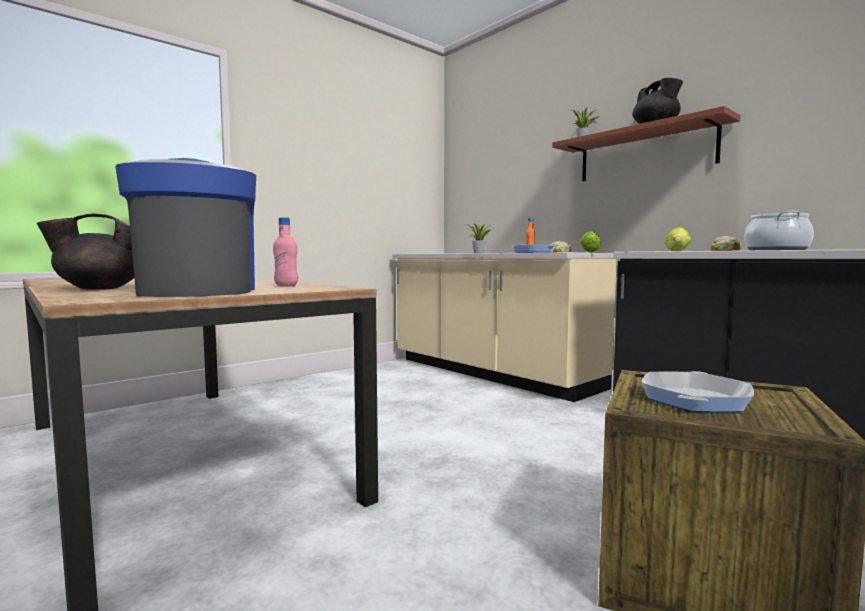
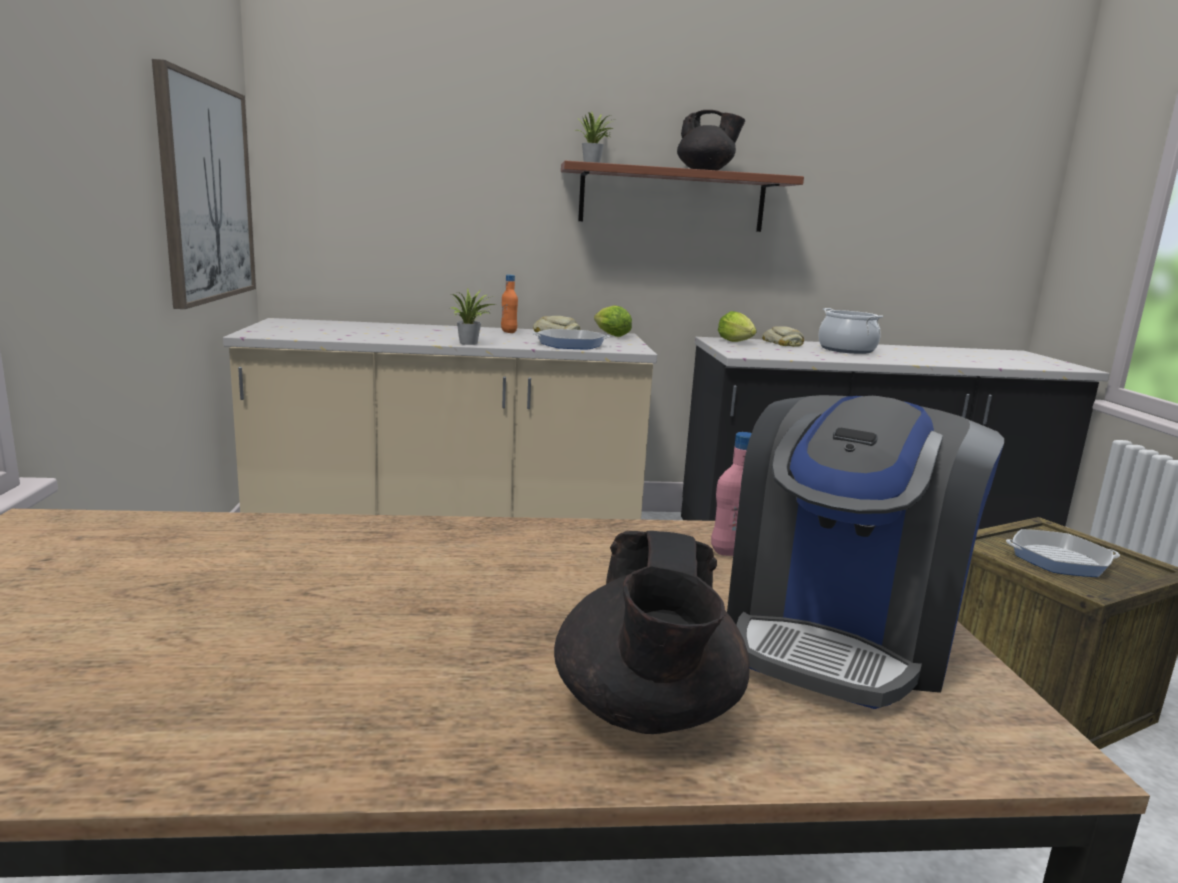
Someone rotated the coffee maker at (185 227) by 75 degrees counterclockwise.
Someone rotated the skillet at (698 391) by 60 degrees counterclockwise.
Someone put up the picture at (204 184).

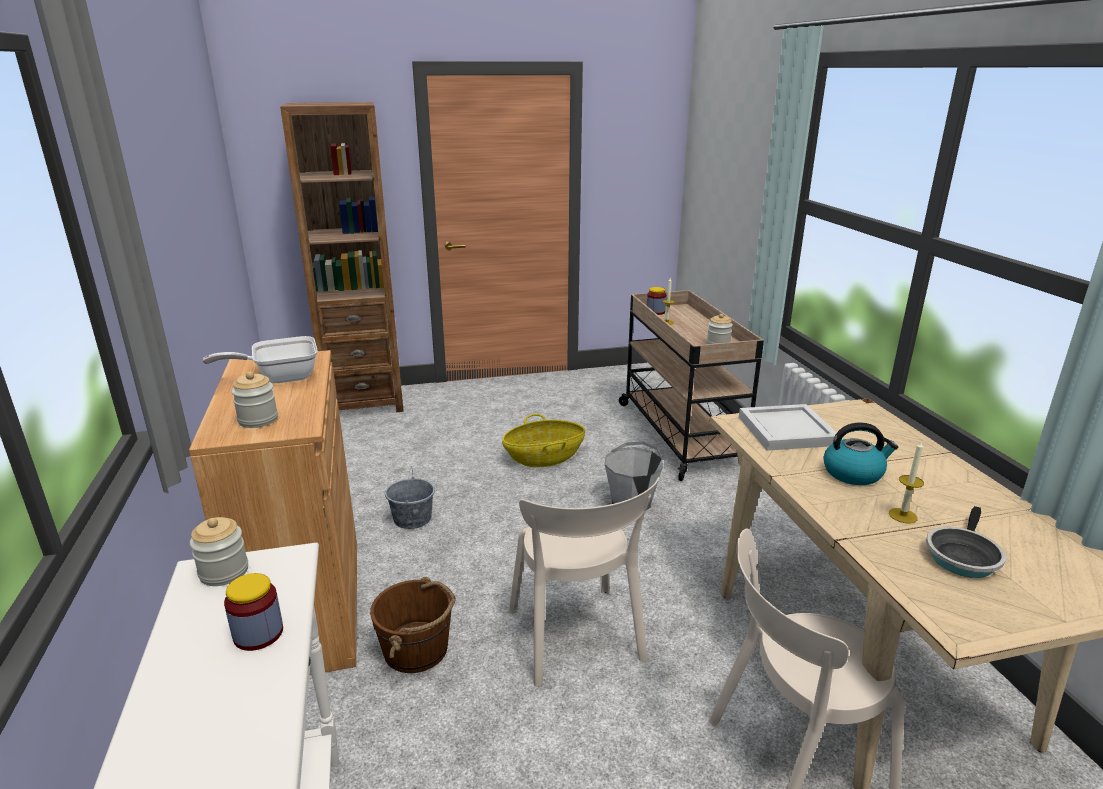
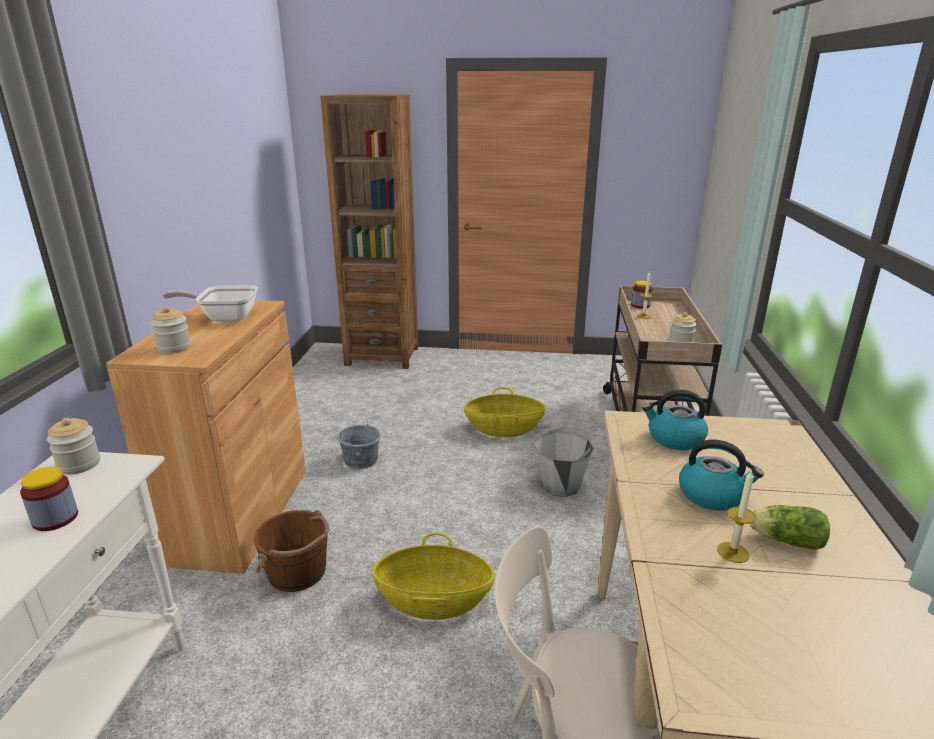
Someone swapped the tray (whitish) at (788 427) for the tea kettle at (675 420).
Someone swapped the plain chair (beige) at (584 582) for the household basket at (433 576).
Someone took away the skillet at (966 542).
Someone put down the lettuce at (790 527).

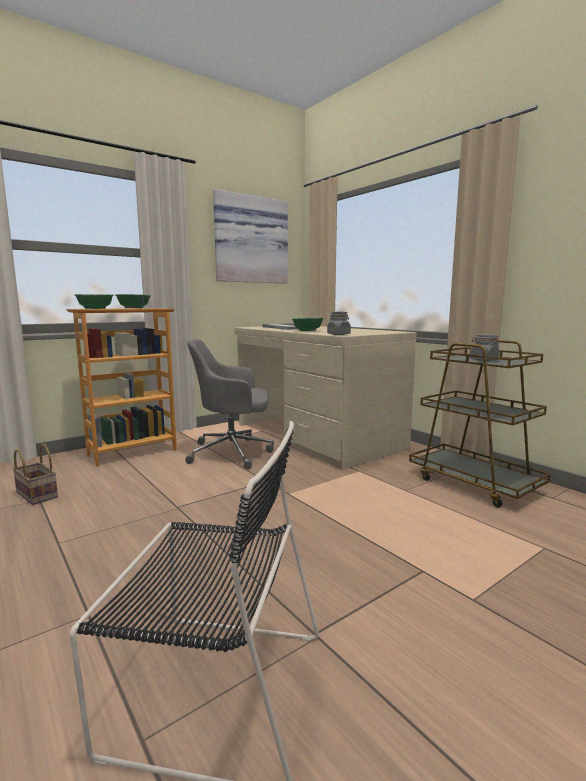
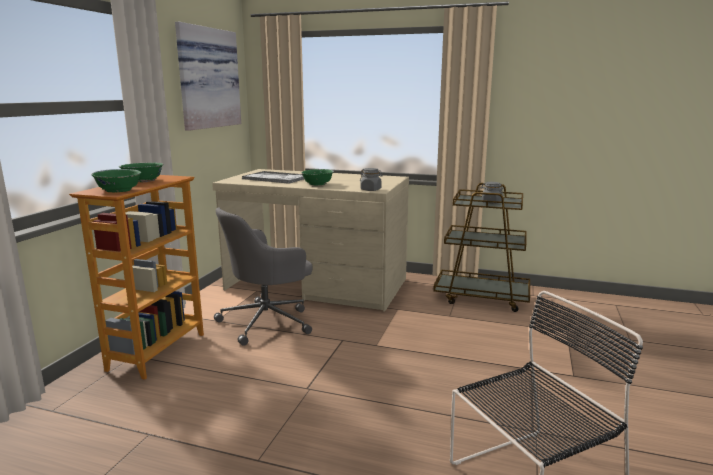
Someone took away the household basket at (35 474).

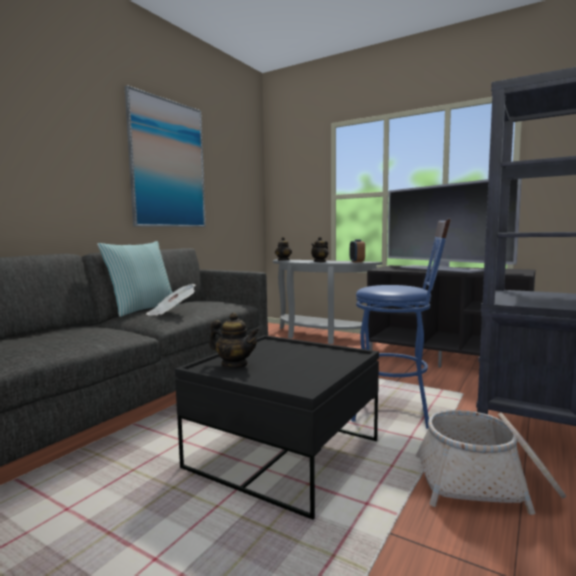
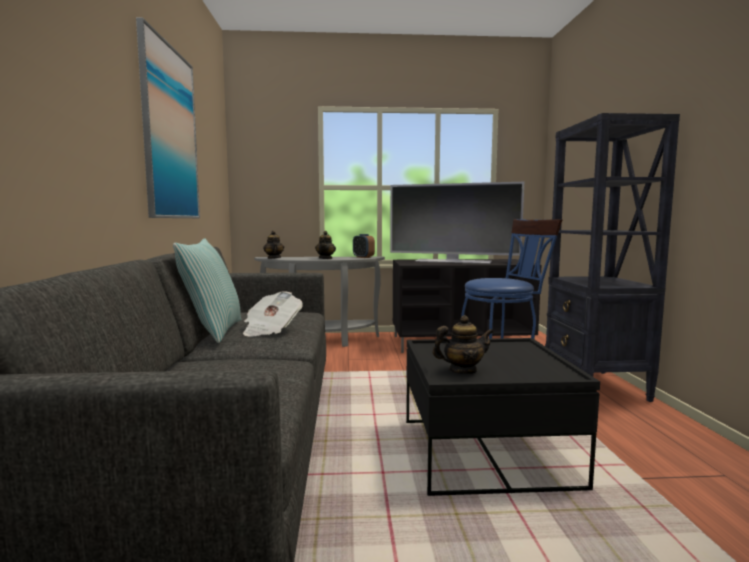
Someone took away the household basket at (491 462).

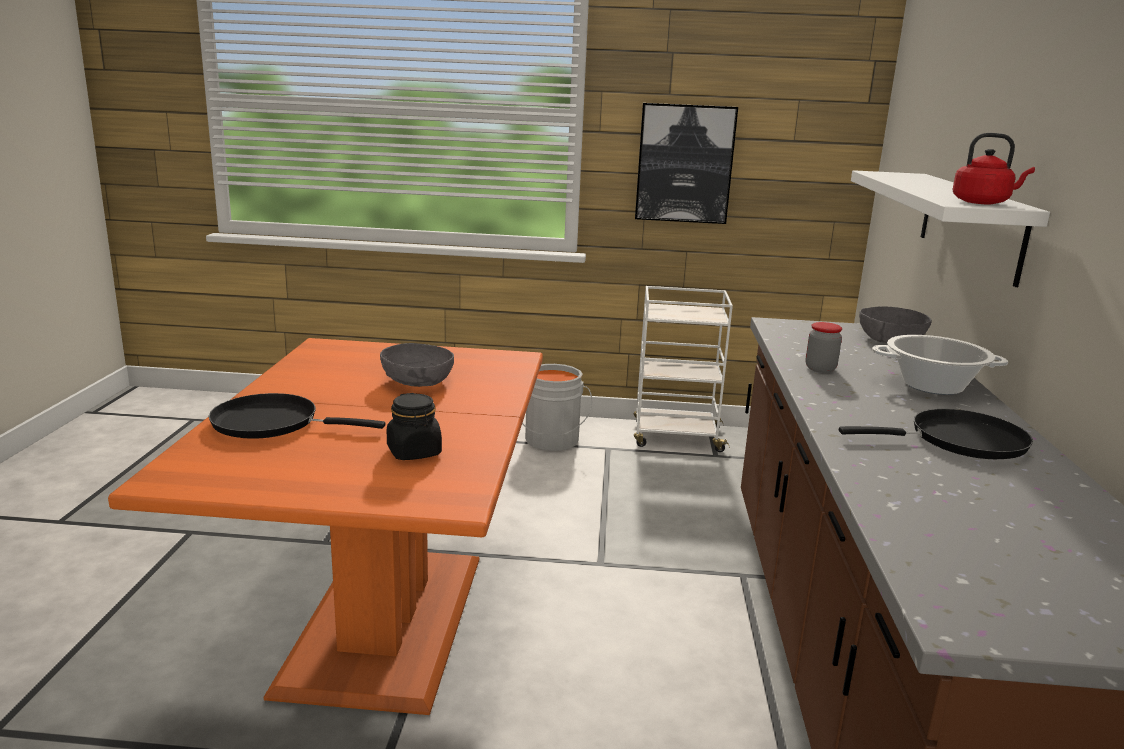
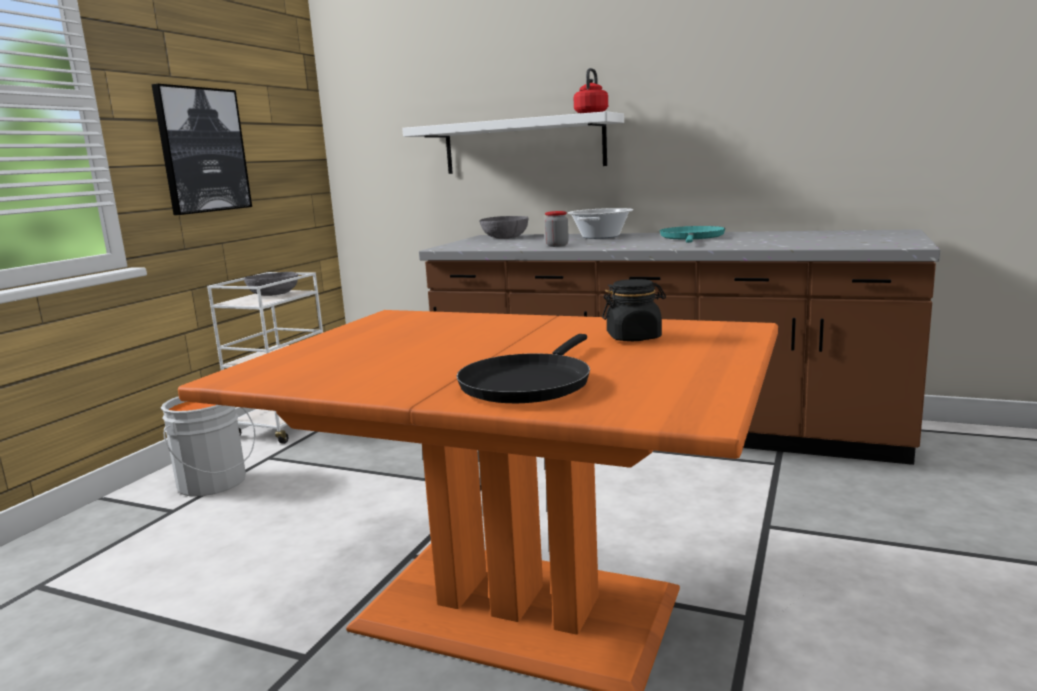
Someone carried the deep dish (greyish) from (417 365) to (271 284).
Someone repainted the skillet (blackish) at (936 434), which became the skillet (blue-green) at (693 234).

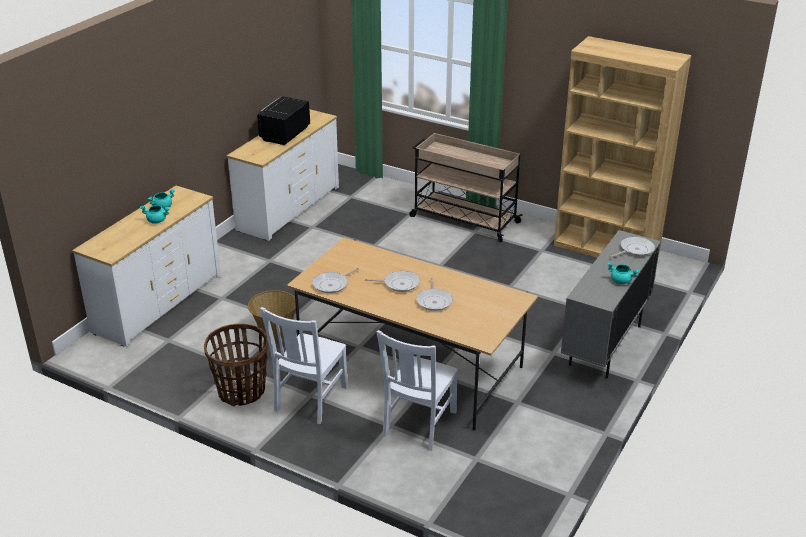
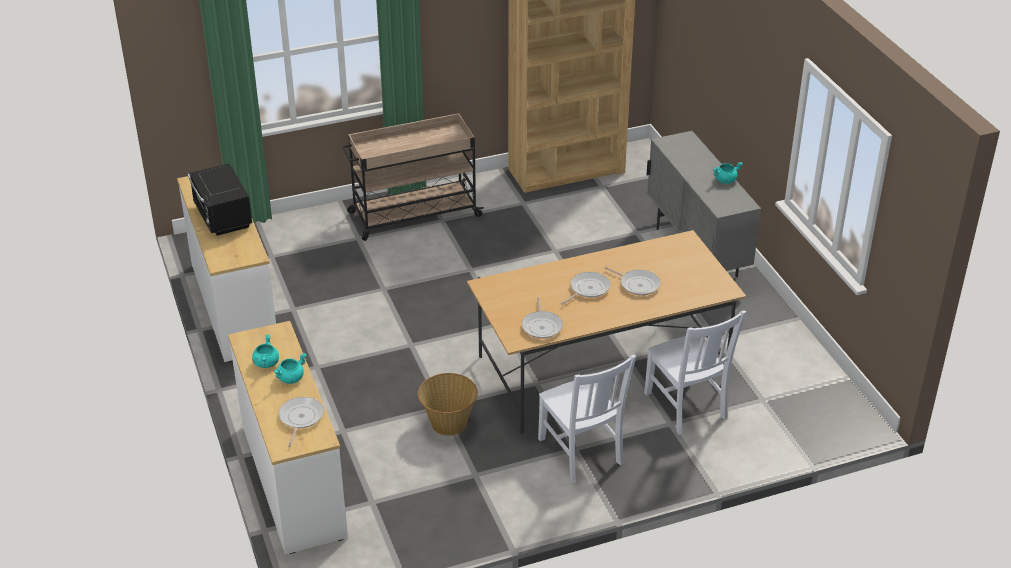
Someone carried the skillet from (632 247) to (301 422).
Someone took away the household basket at (236 365).

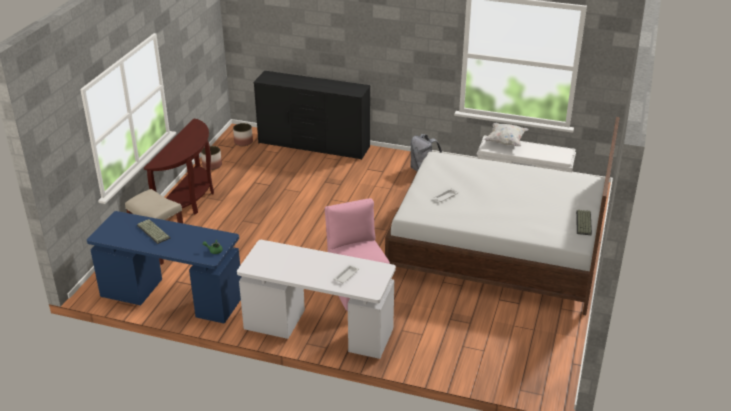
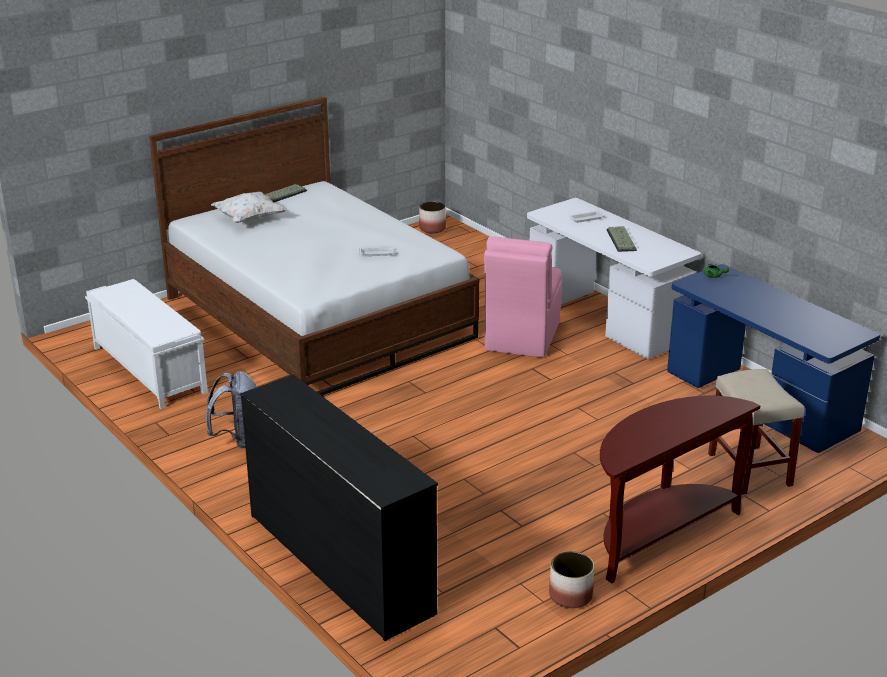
Someone carried the planter from (243 134) to (432 217).
Someone carried the pillow (whitish) from (506 134) to (249 207).
Someone carried the keyboard from (153 231) to (622 239).

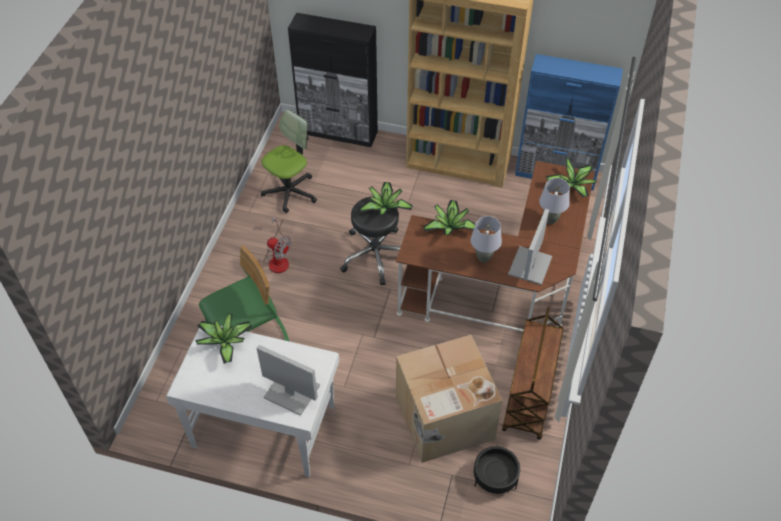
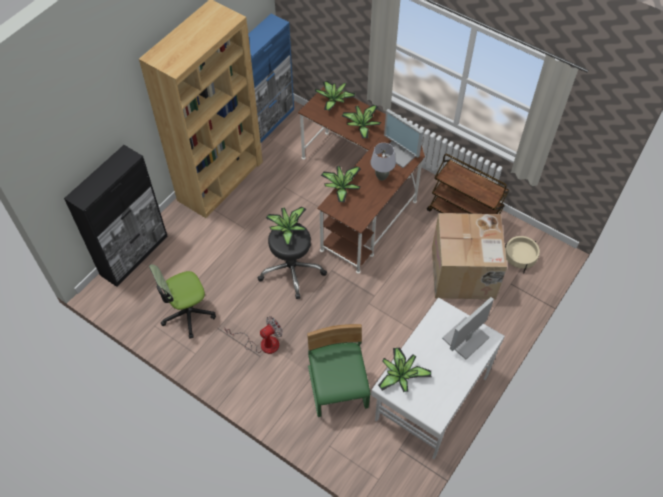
Someone rotated the office chair at (289 161) by 90 degrees counterclockwise.
Someone swapped the tabletop lamp (greyish) at (554 201) for the houseplant at (361 121).
Someone repainted the planter (blackish) at (497 469), which became the planter (beige) at (522 254).

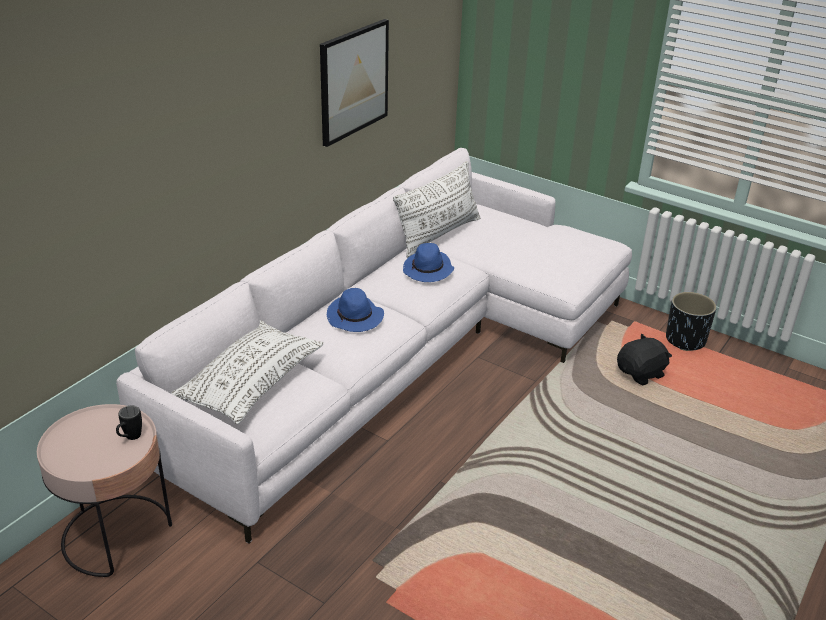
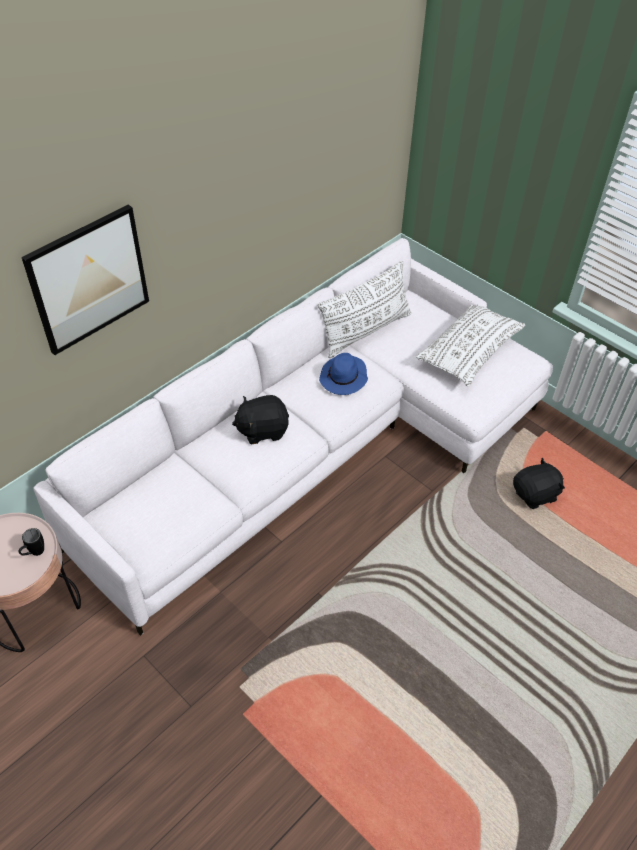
Someone carried the picture from (354 83) to (85 280).
Someone swapped the hat (blue) at (355 310) for the soft toy (blackish) at (260 419).
Someone took away the planter (blackish) at (691 321).
Someone carried the pillow (whitish) from (247 372) to (470 346).

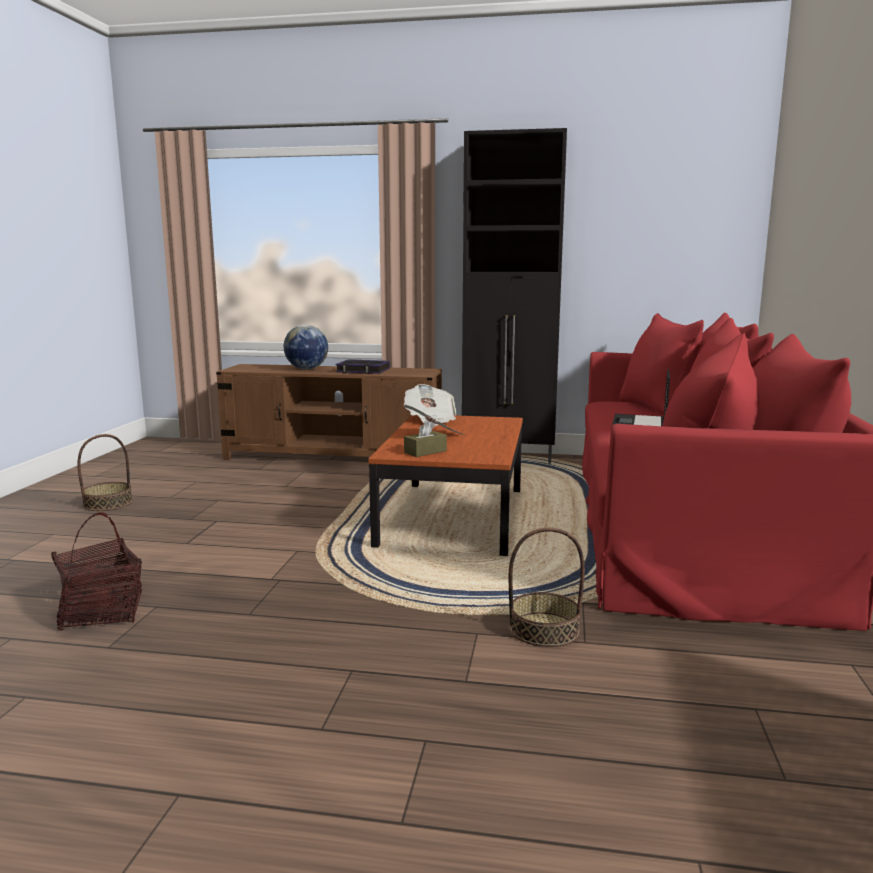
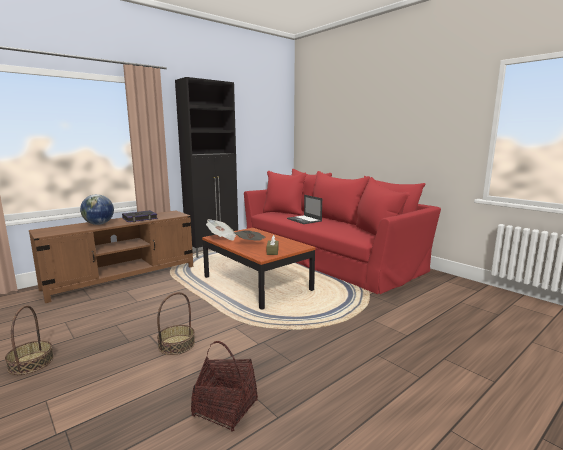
Someone carried the household basket from (547 587) to (176 323).

